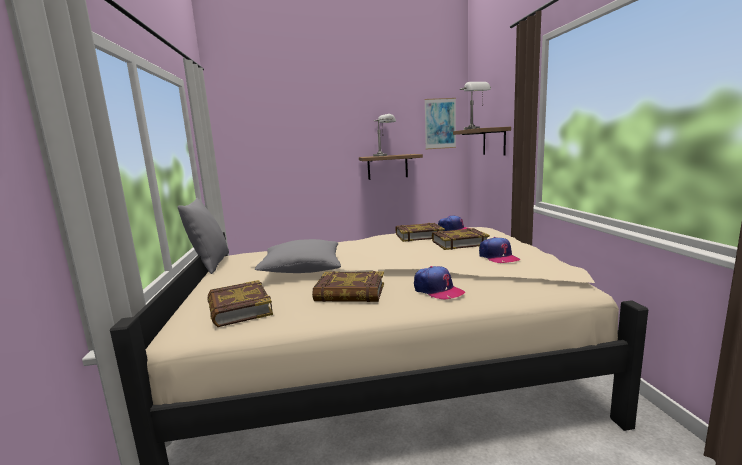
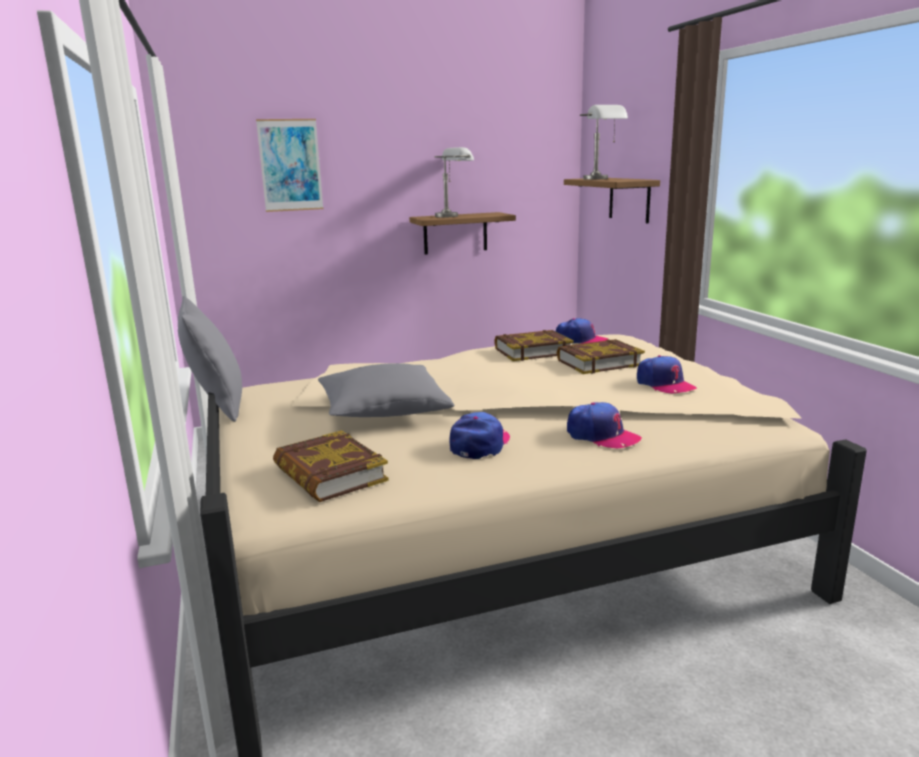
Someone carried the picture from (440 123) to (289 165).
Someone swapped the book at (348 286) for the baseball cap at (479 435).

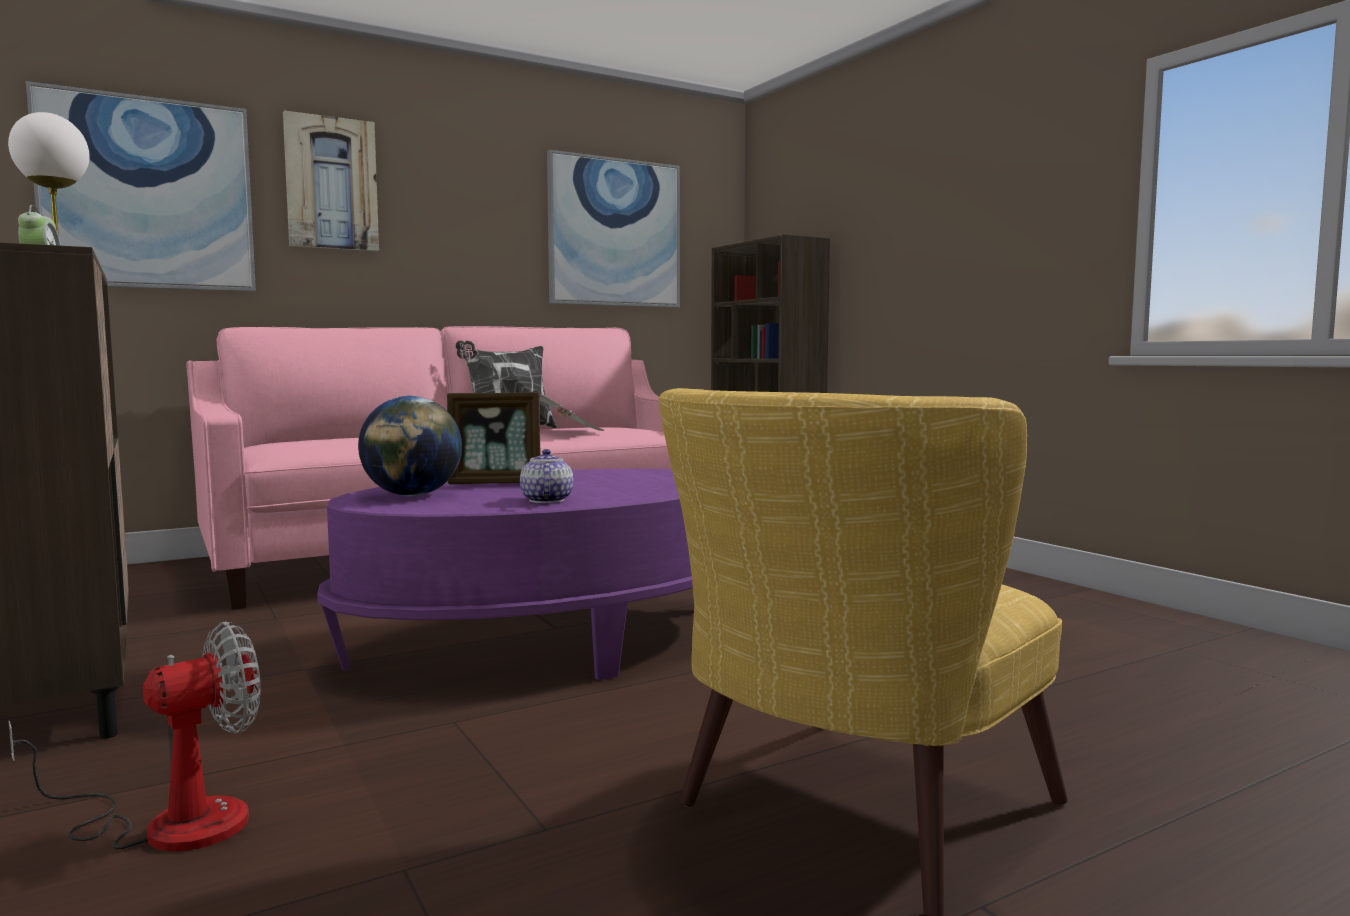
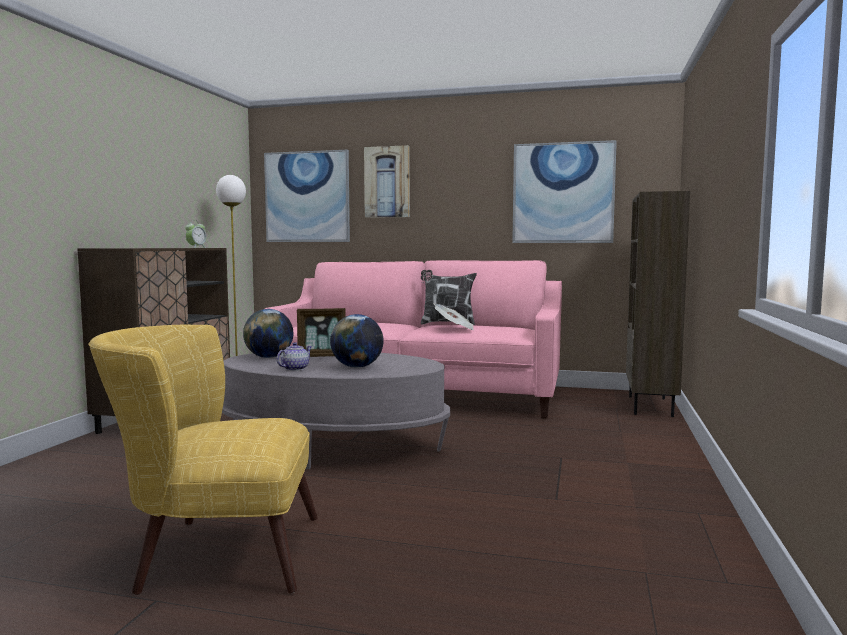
Someone rotated the photo frame at (494 438) by 45 degrees counterclockwise.
Someone repainted the coffee table (purple-coloured) at (505 575), which became the coffee table (greyish) at (336 411).
Someone took away the fan at (134 736).
Someone put down the world globe at (357 341).

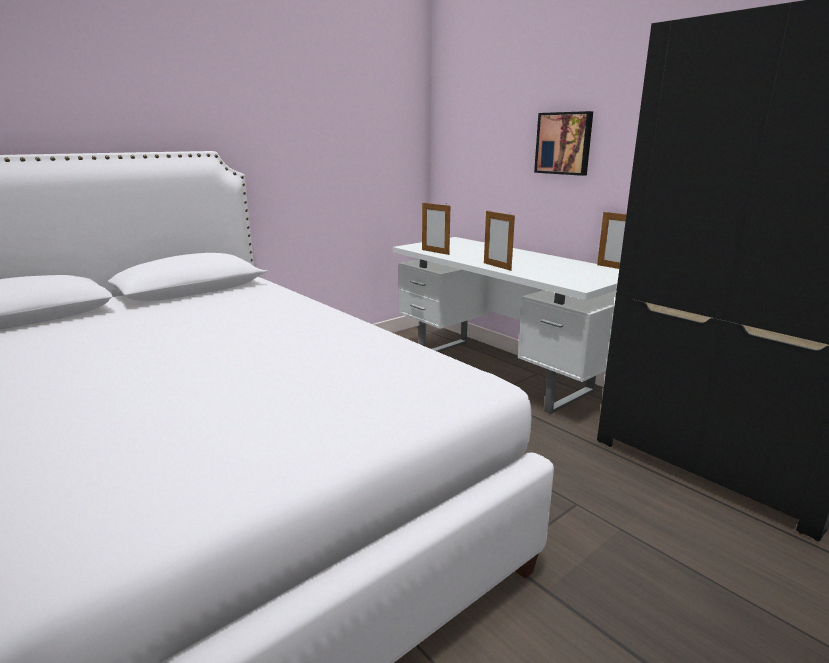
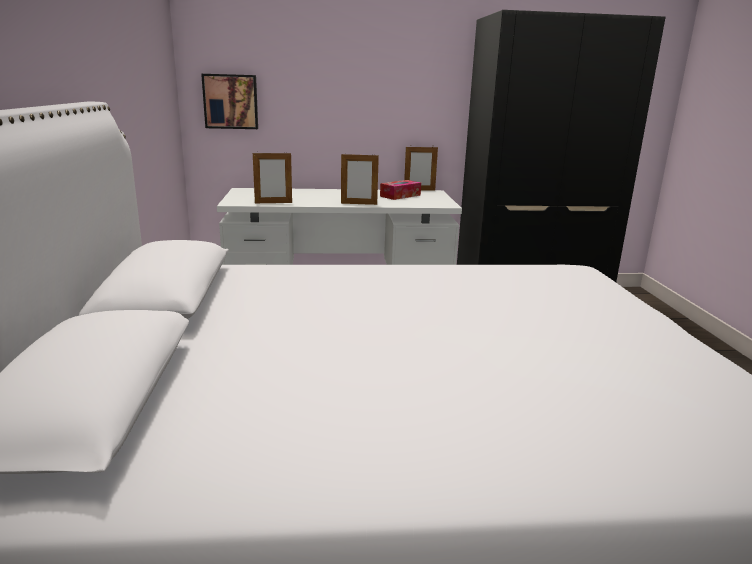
Someone carried the picture from (563 143) to (229 101).
Someone put down the tissue box at (400 190).

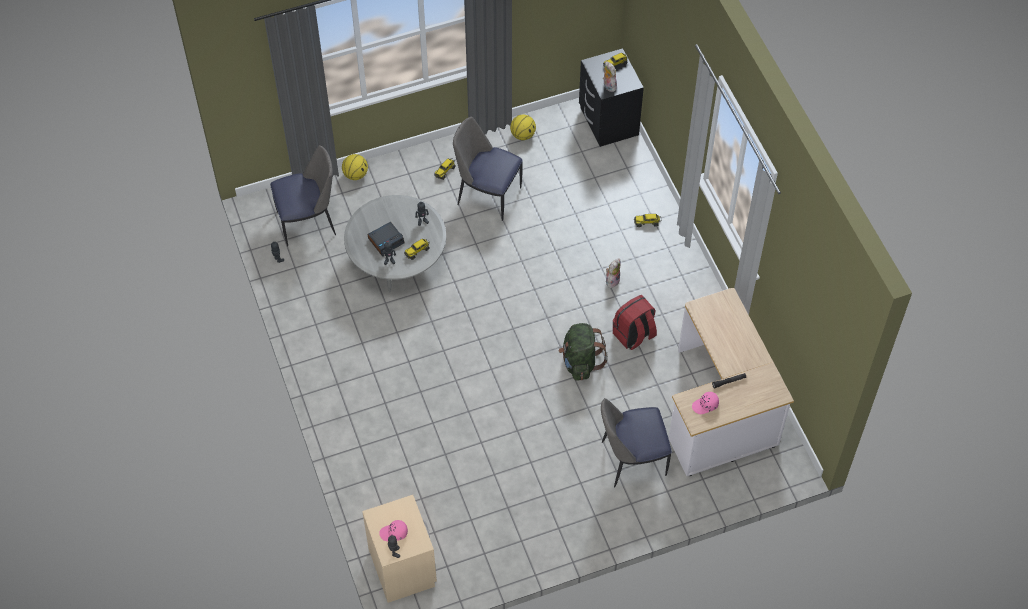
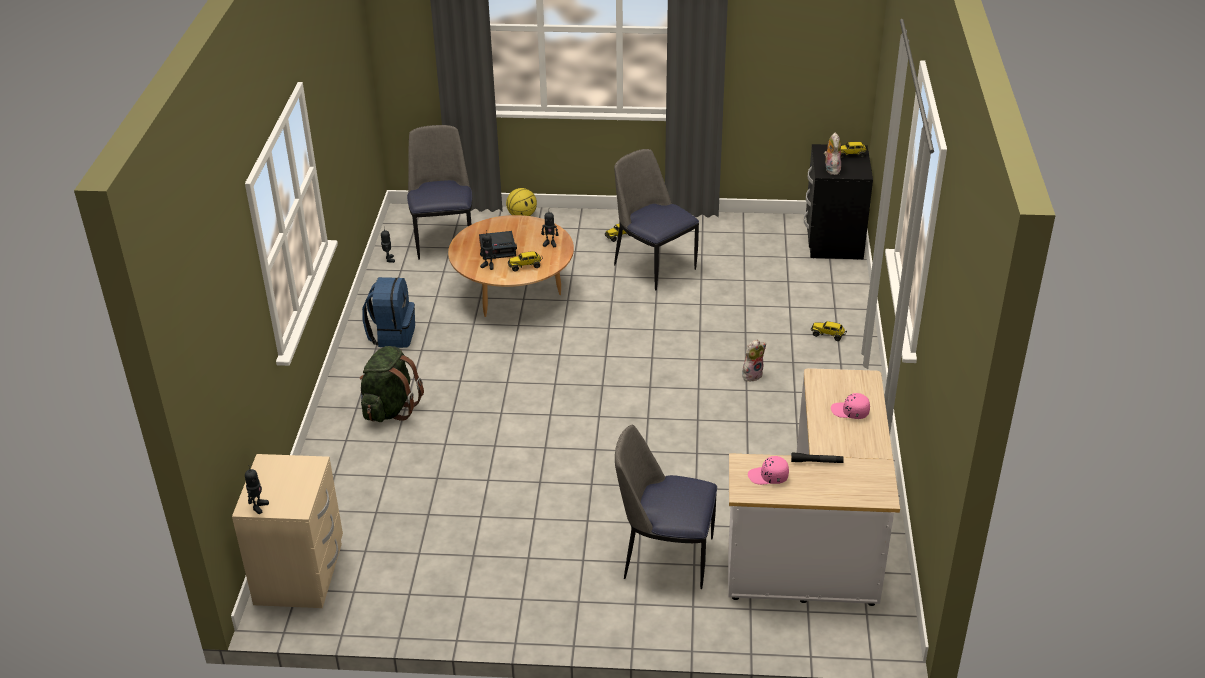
Someone took away the basketball ball at (523 127).
Someone rotated the plain chair at (303 196) by 105 degrees counterclockwise.
Someone repainted the coffee table (greyish) at (395 244), which became the coffee table (brown) at (511 266).
Someone took away the backpack (red-coloured) at (635 322).
Someone carried the backpack (greenish) from (583 352) to (392 384).
Someone carried the baseball cap (pink) from (393 530) to (850 406).
Someone put down the backpack (blue) at (388 312).

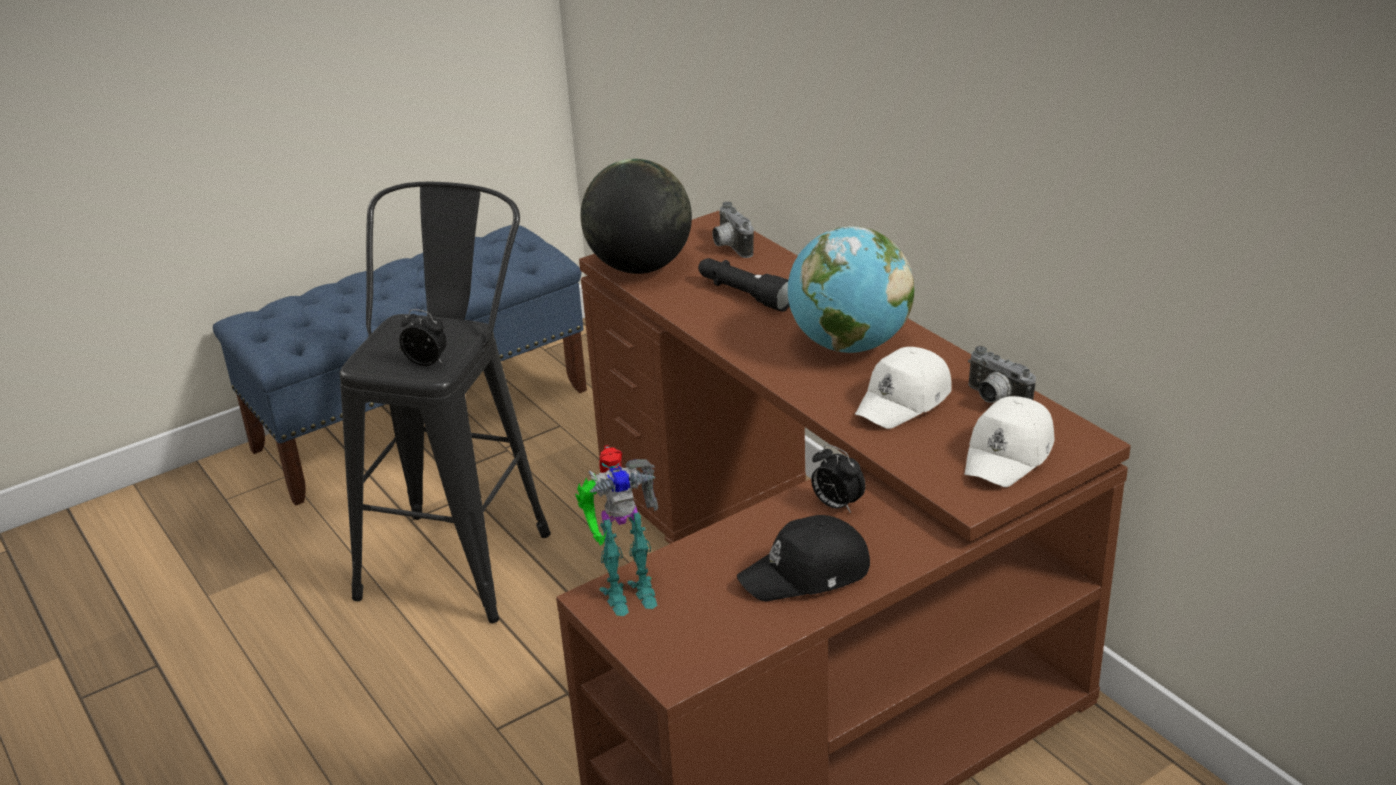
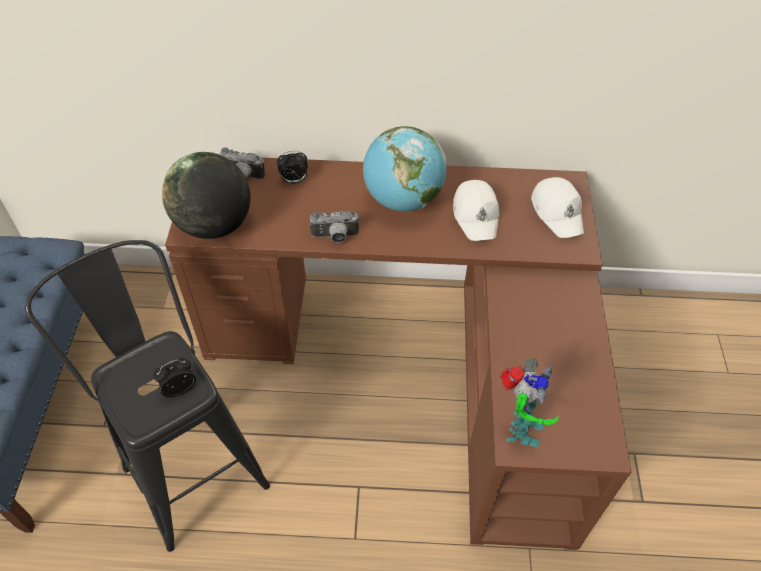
Someone took away the torch (blackish) at (743 285).
Someone carried the photo camera from (1002 374) to (334 227).
Someone carried the bedside clock from (838 479) to (292 167).
Someone took away the baseball cap (blackish) at (803 558).

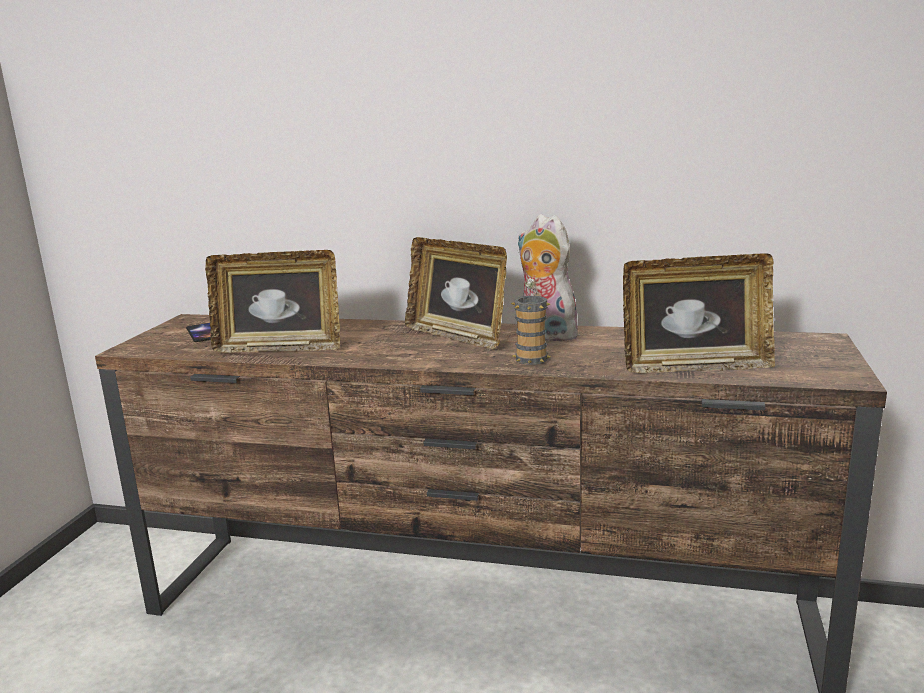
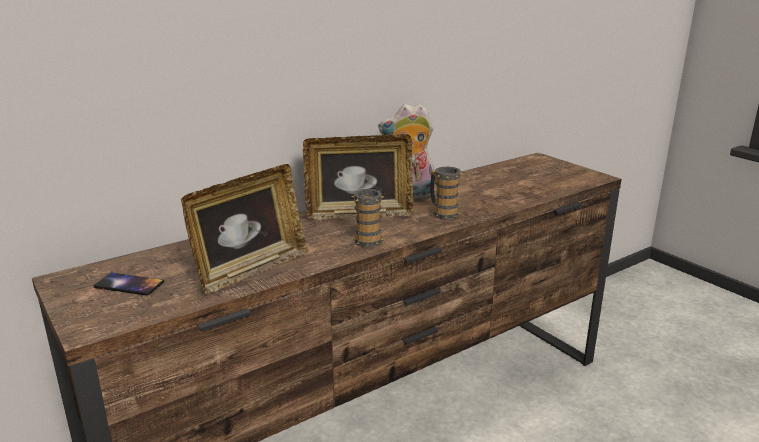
Someone took away the photo frame at (699 313).
Someone put down the coffee mug at (367 218).

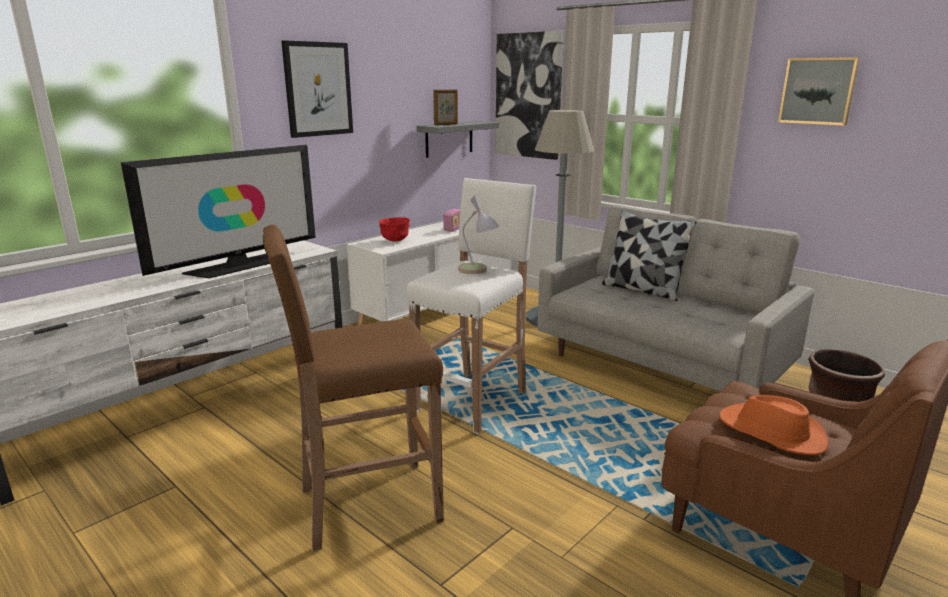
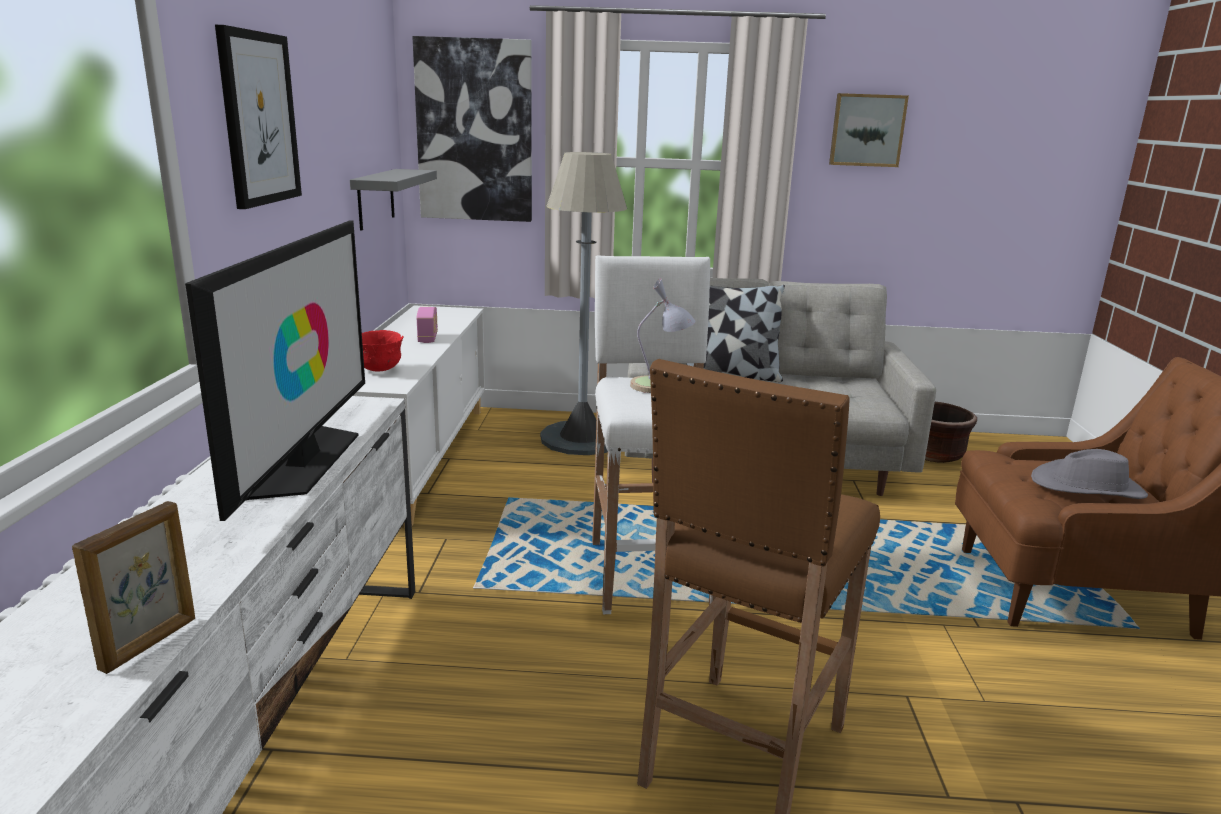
Someone carried the photo frame from (445 107) to (133 587).
Someone repainted the hat (orange-coloured) at (773 425), which became the hat (greyish) at (1089 474).

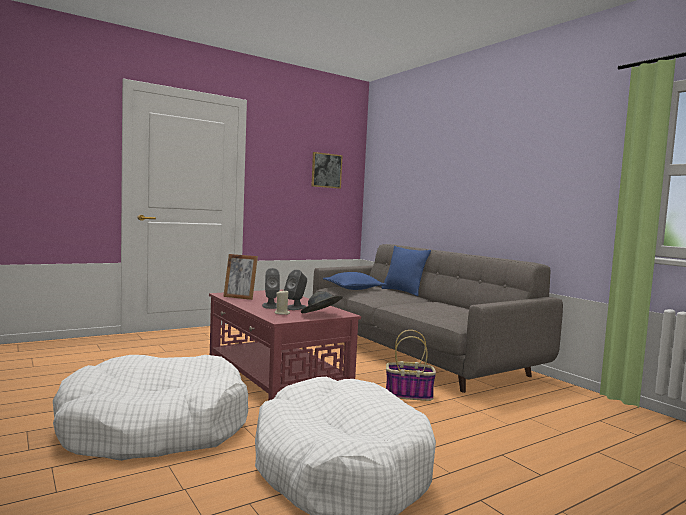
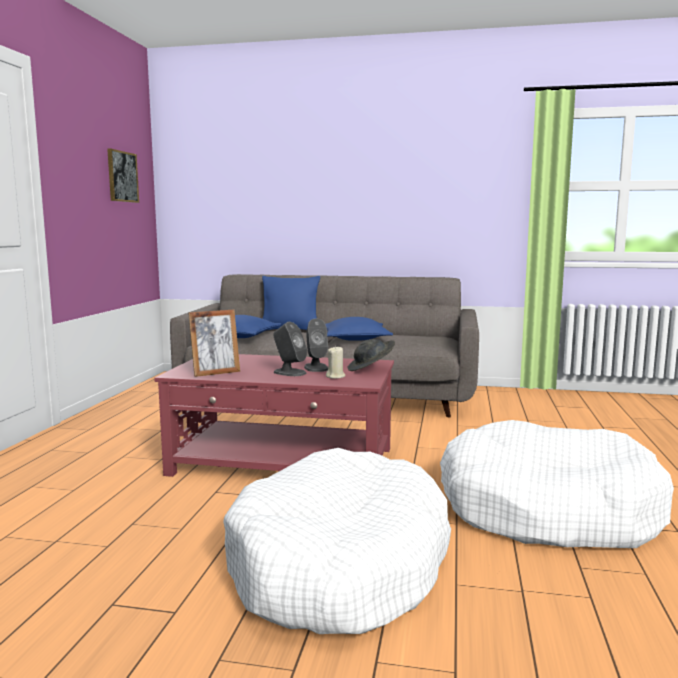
Someone took away the household basket at (411 365).
Someone put down the pillow (blue) at (359 329).

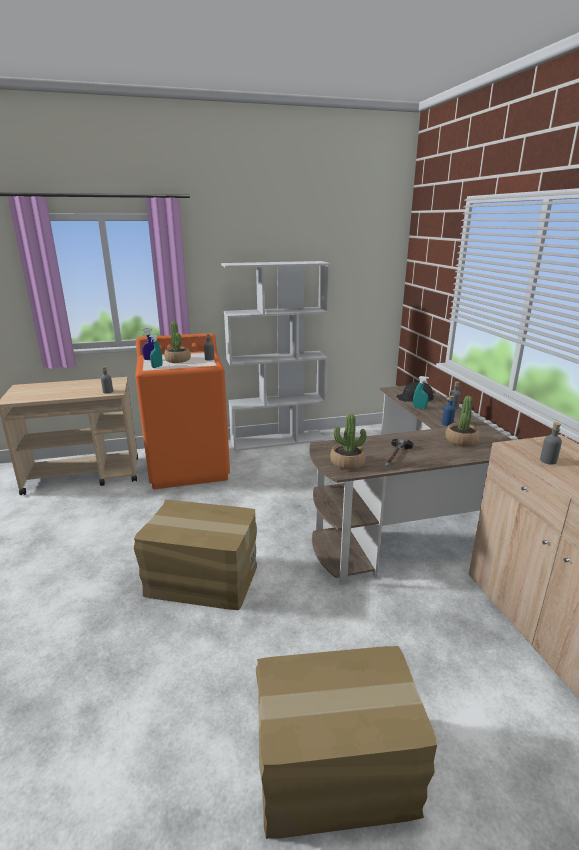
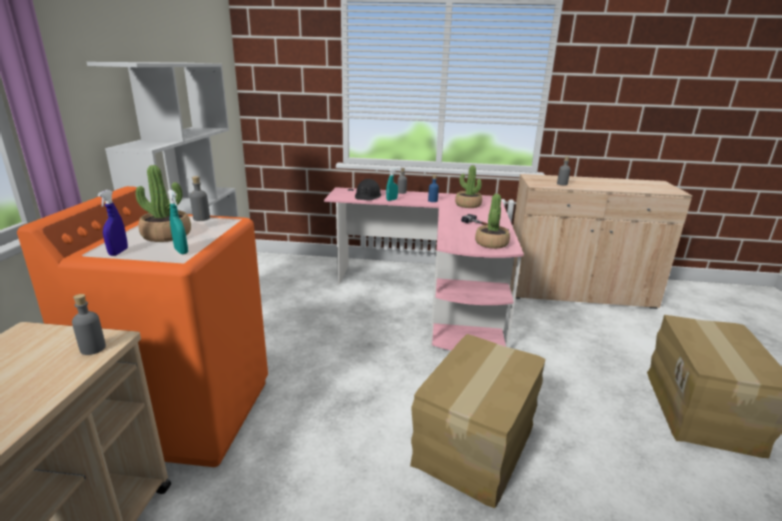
Someone repainted the desk table (brown) at (410 485), which became the desk table (pink) at (424 268).

